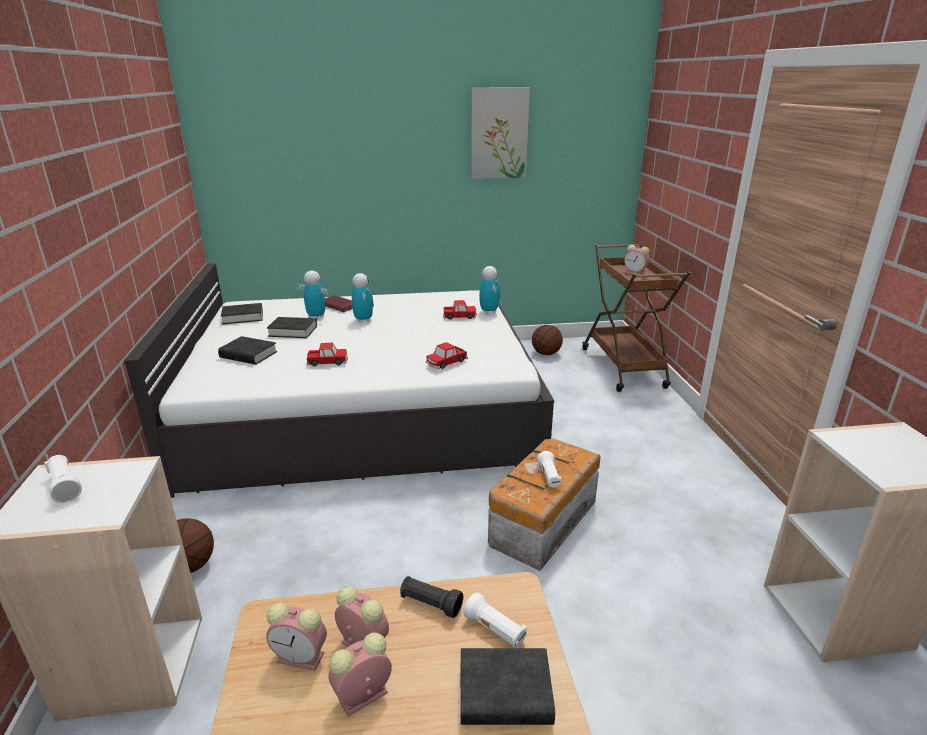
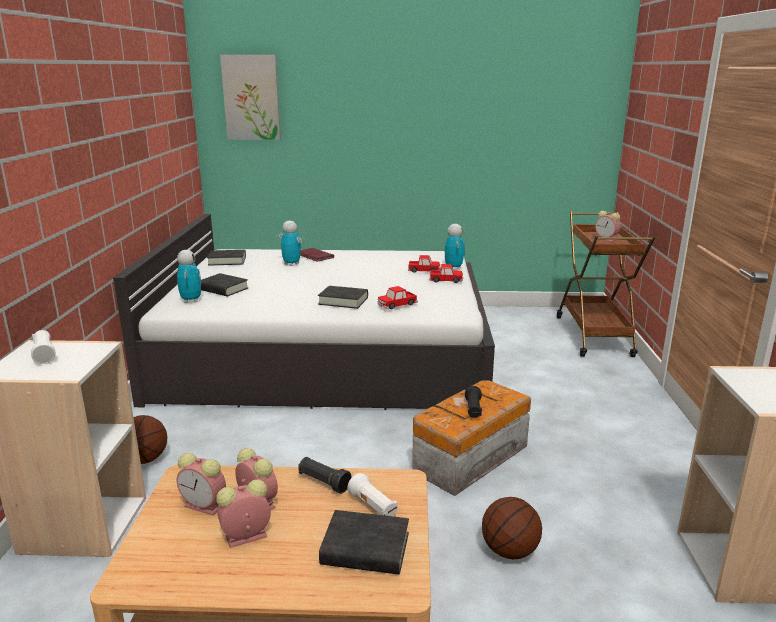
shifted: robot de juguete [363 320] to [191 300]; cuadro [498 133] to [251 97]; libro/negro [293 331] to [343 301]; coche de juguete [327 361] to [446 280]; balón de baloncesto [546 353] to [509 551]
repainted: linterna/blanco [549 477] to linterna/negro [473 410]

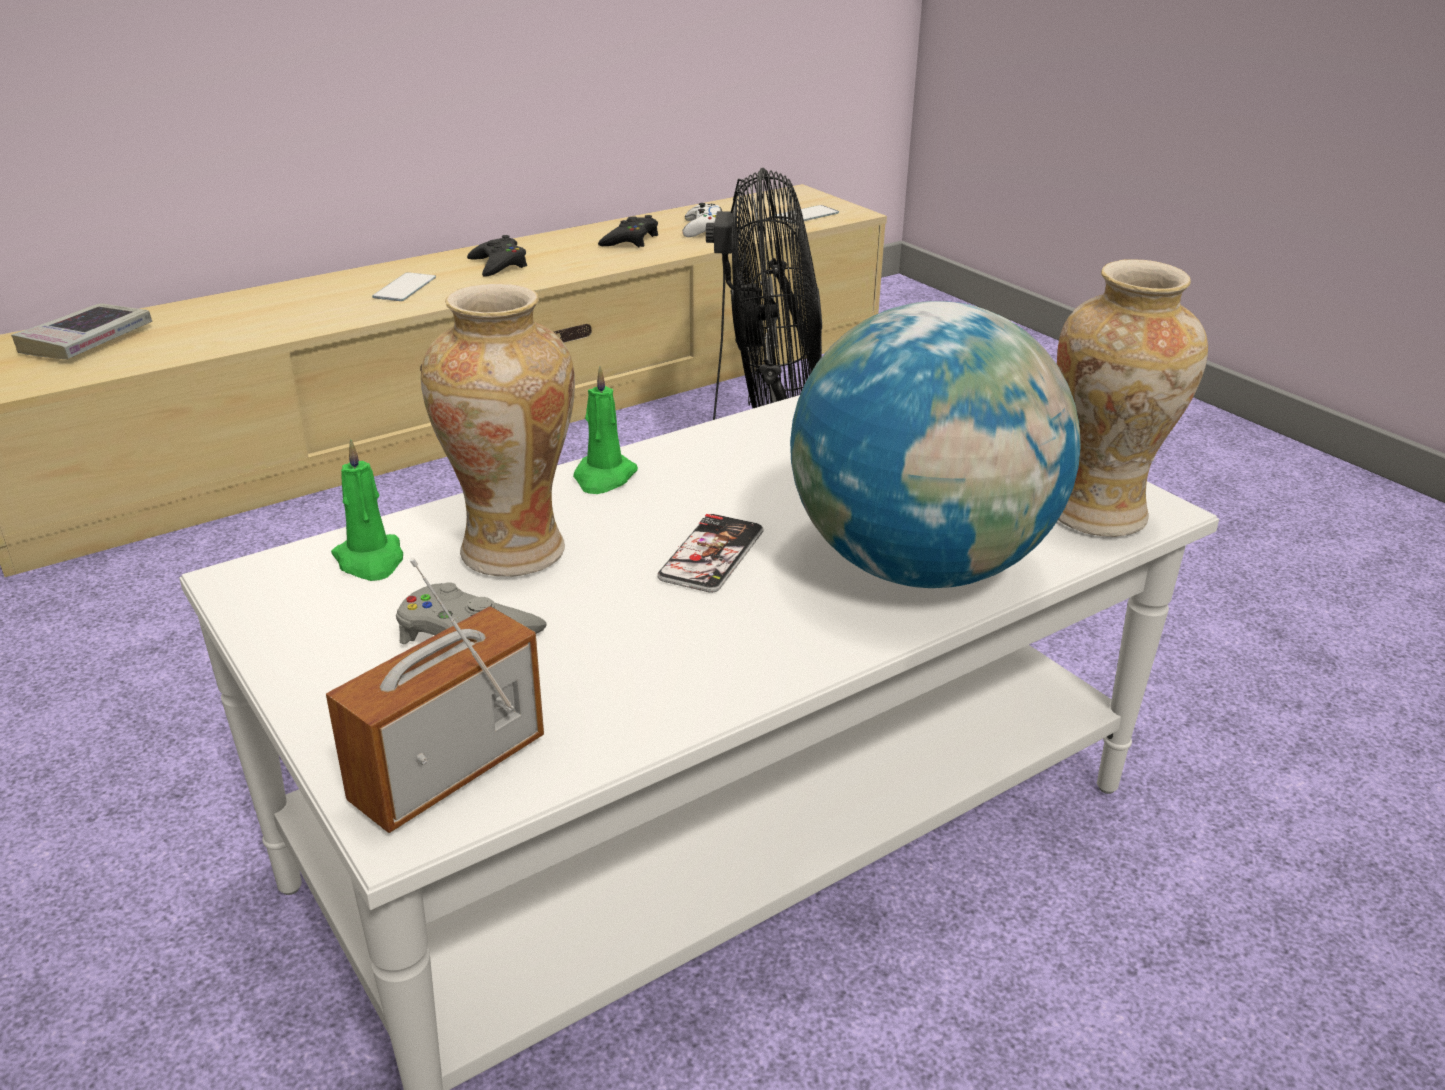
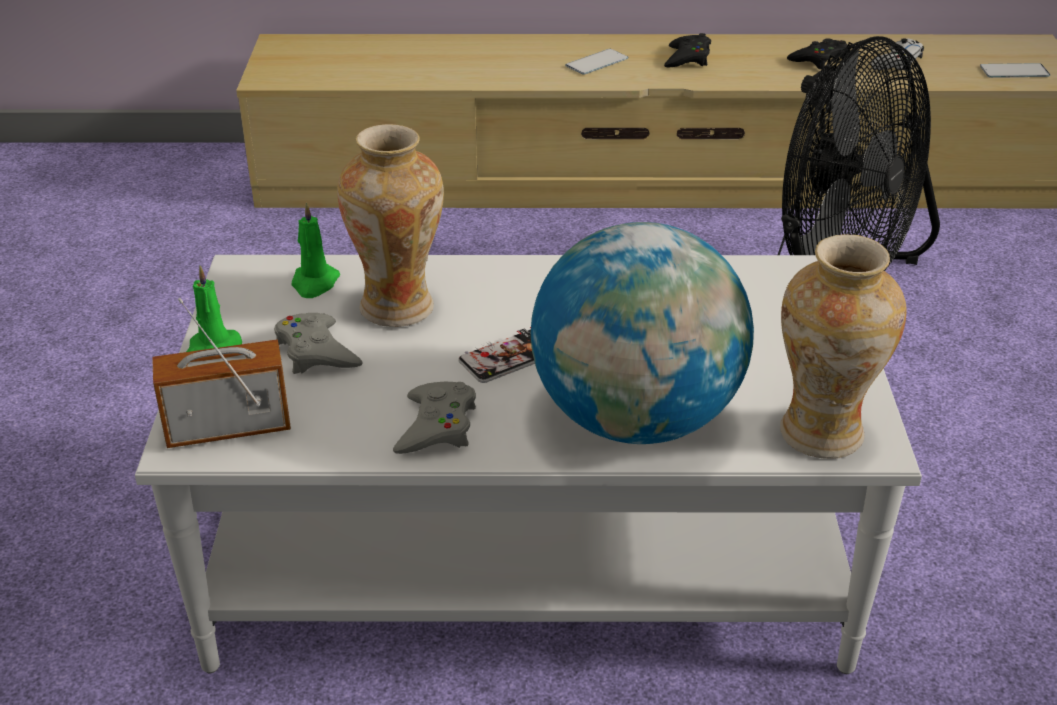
gone: libro [87 340]
new: mando de consola/gris [436 426]
shifted: vela/verde [603 477] to [212 349]

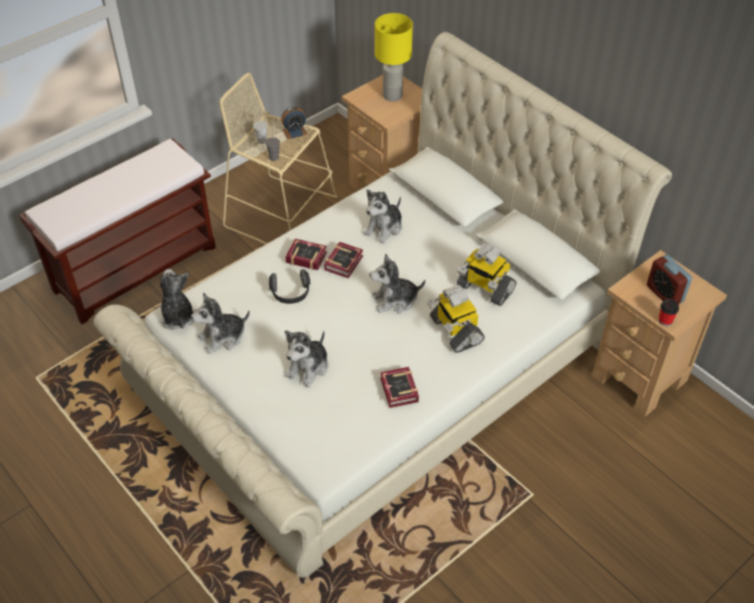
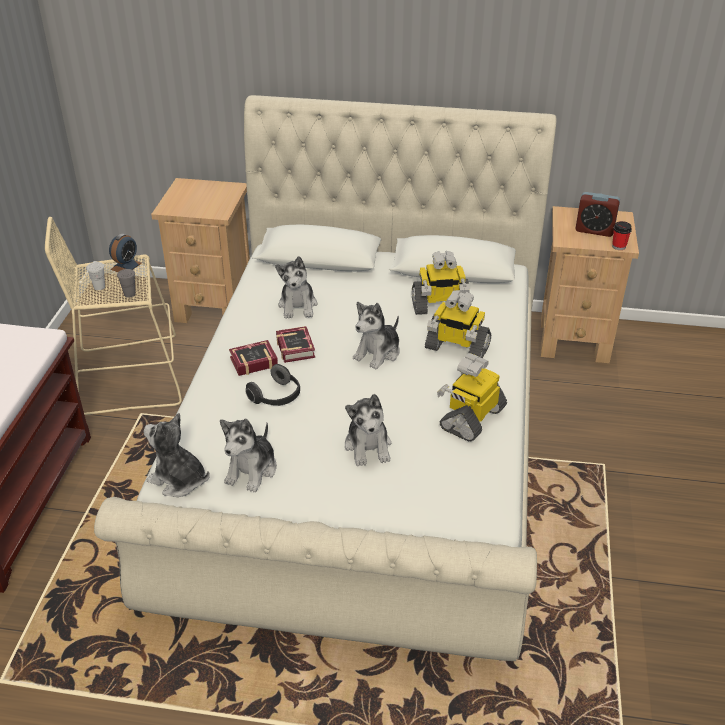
gone: lámpara de mesa/amarillo [392 96]
swapped: libro [398 392] to robot de juguete [471 418]

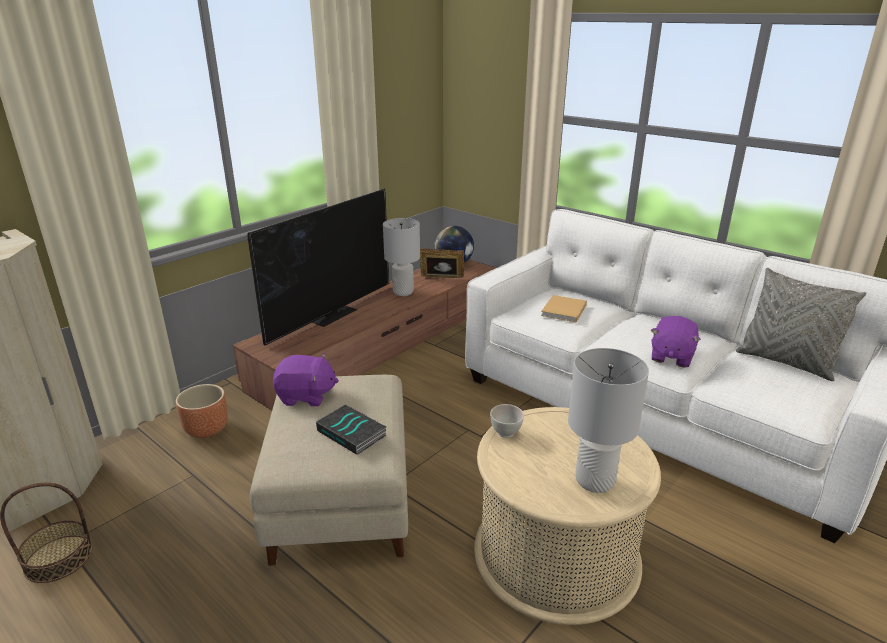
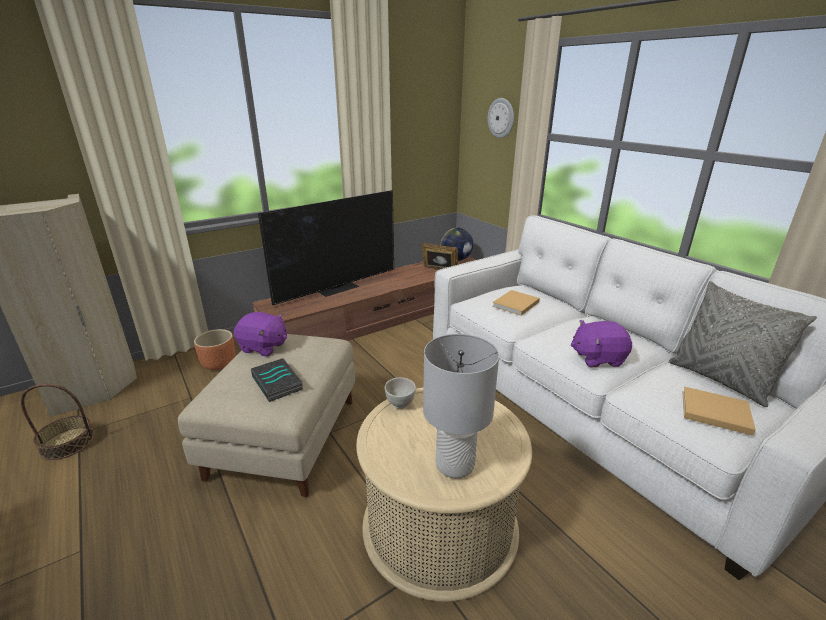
gone: lámpara de mesa/gris [403 294]
new: reloj de pared [501 118]; libro/beis [713 411]
rotated: peluche/morado [671 357] = [597 358] 45 degrees clockwise

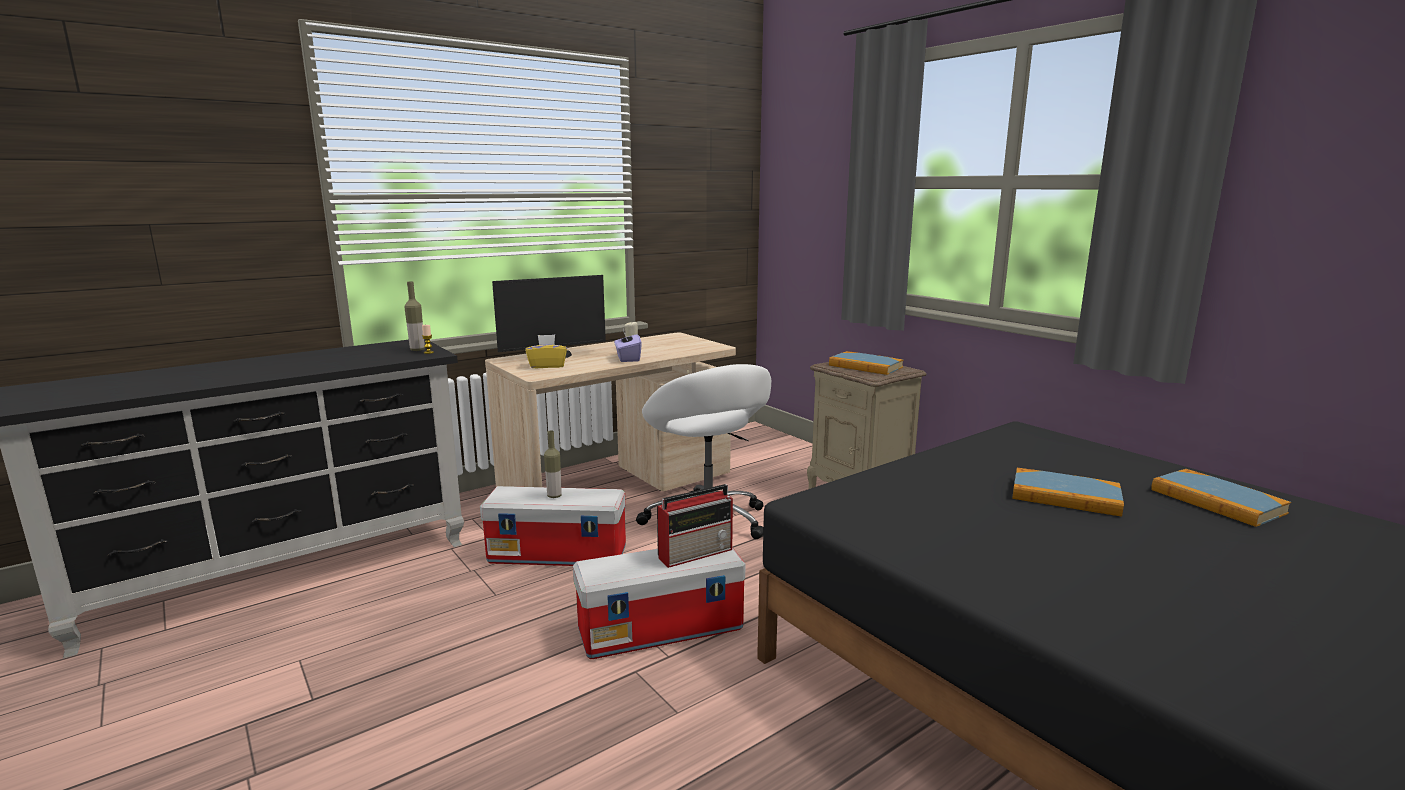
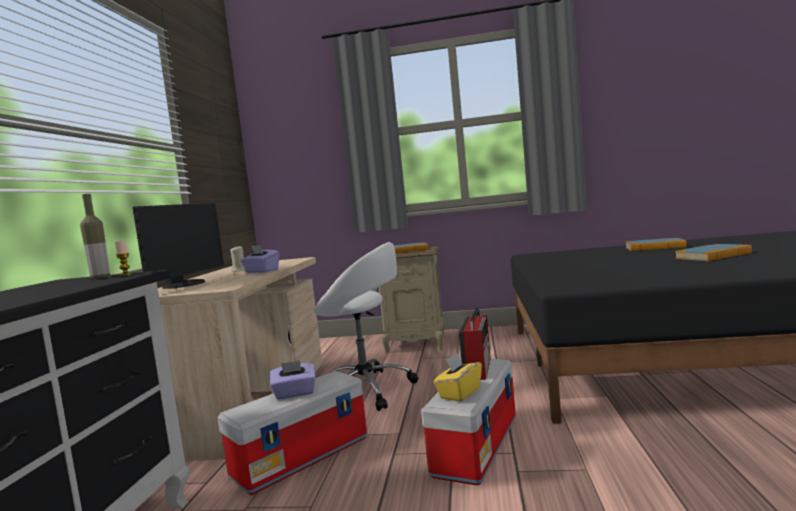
shifted: caja de pañuelos/amarillo [547 365] to [459 393]; libro [1065 496] to [713 255]
swapped: botella [554 496] to caja de pañuelos/morado [295 393]

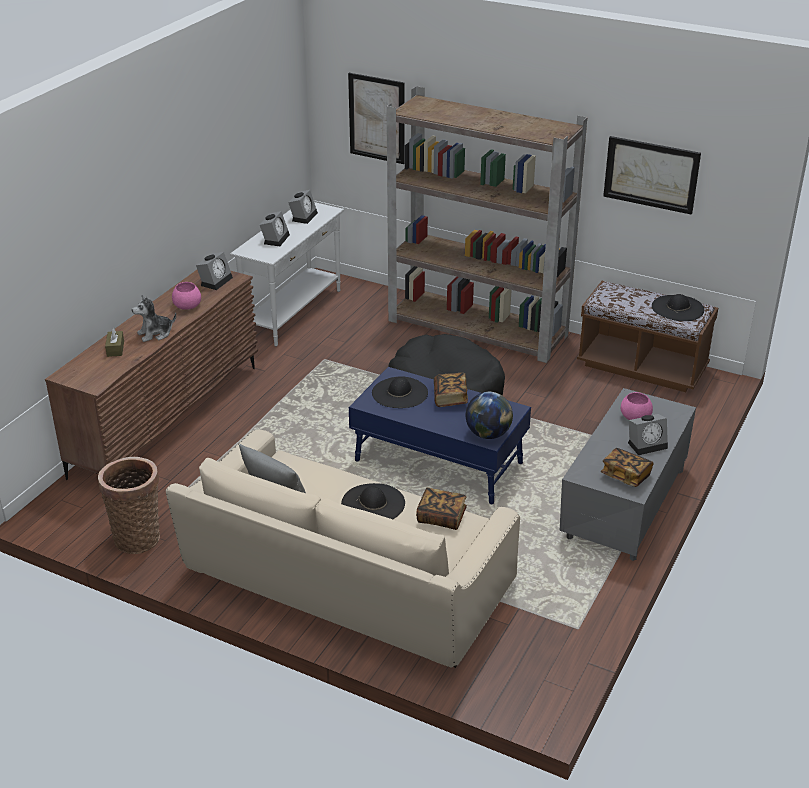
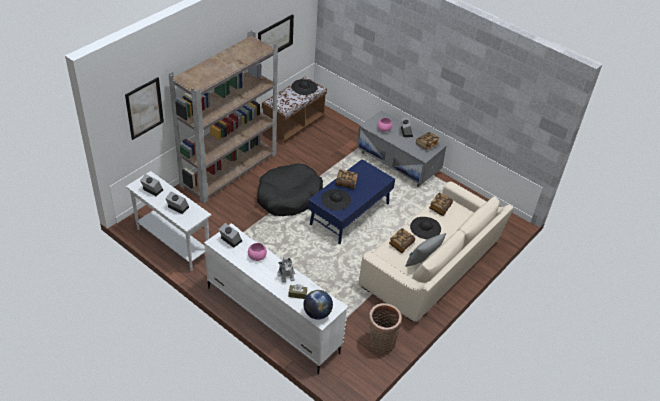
new: libro [401 244]
shifted: globo terráqueo [488 434] to [317 313]
repainted: cómoda/marrón [169 420] to cómoda/blanco [272 319]

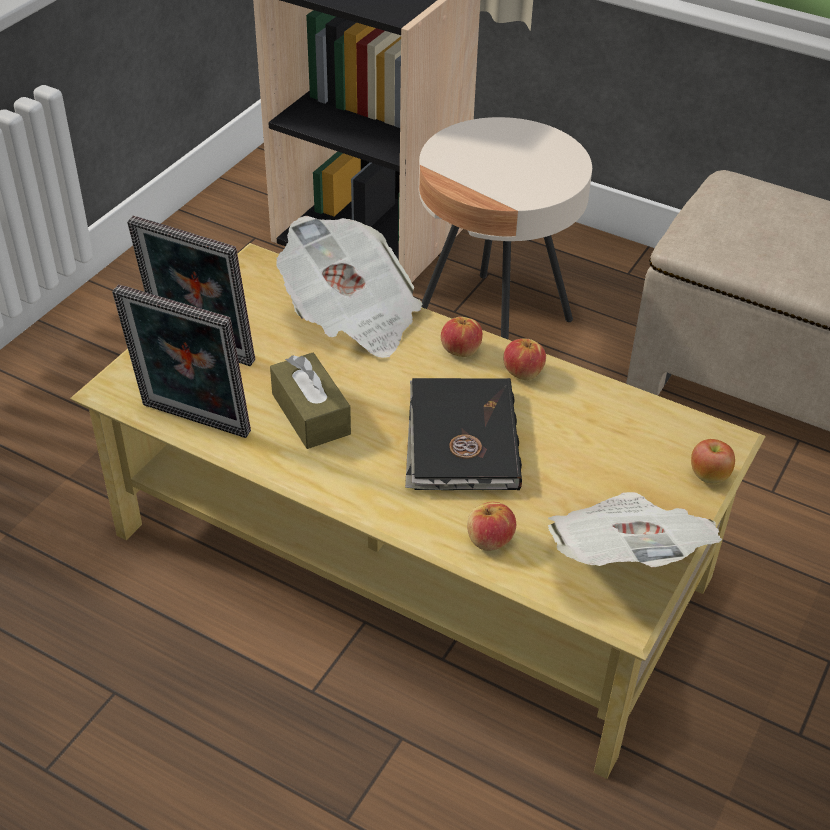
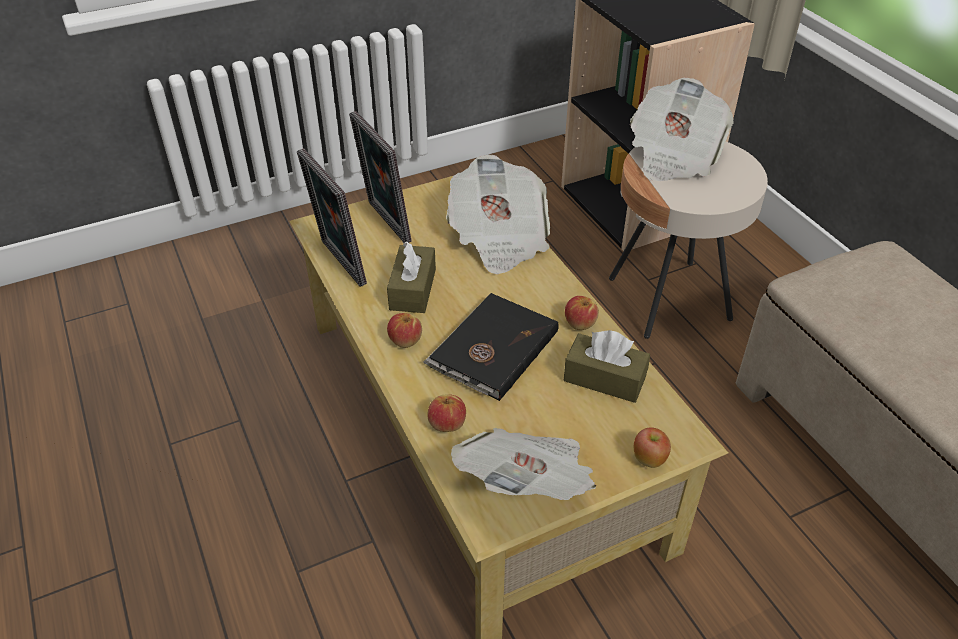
new: caja de pañuelos/marrón [604 378]; periódico [673 155]
shifted: manzana [460 350] to [405 340]

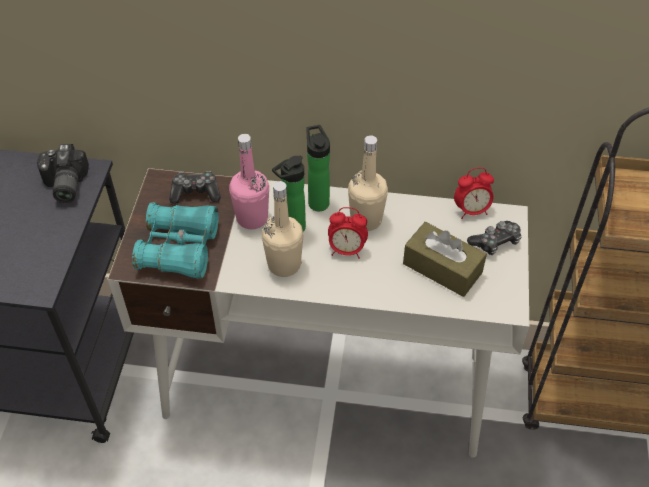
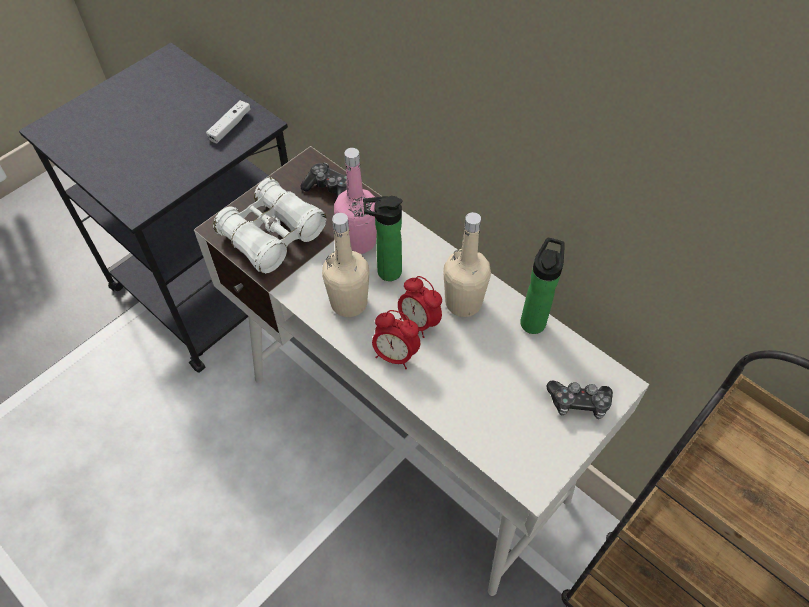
gone: caja de pañuelos/marrón [442 268]
shifted: despertador [471 211] to [395 355]; botella [318 201] to [534 320]
swapped: cámara [63 185] to mando de consola/blanco [230 126]
repainted: prismáticos/turquesa [179 249] to prismáticos/blanco [272 235]

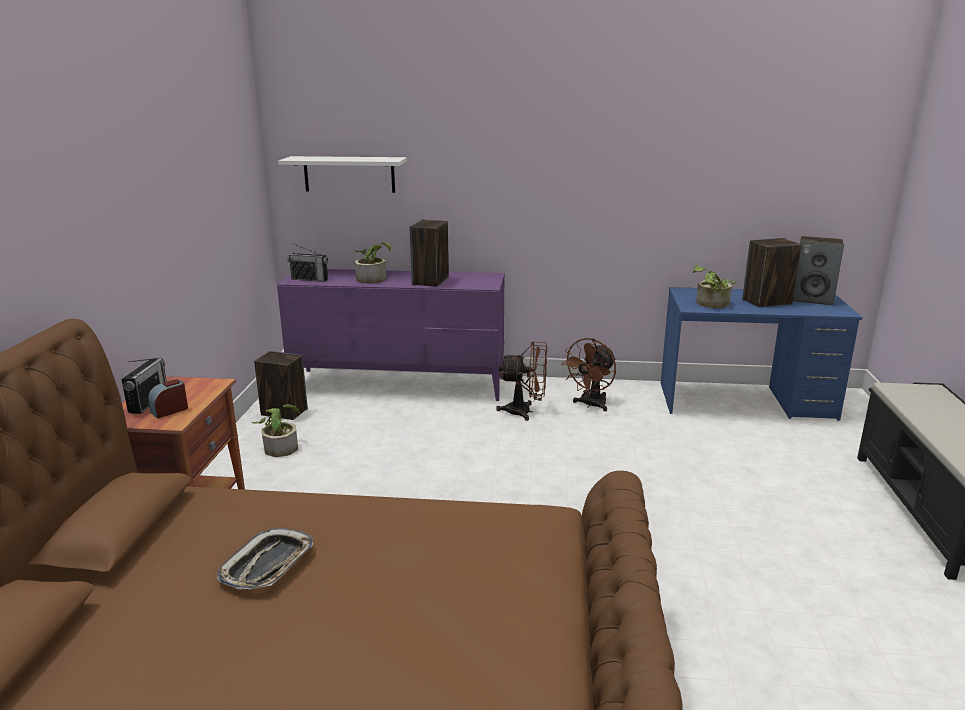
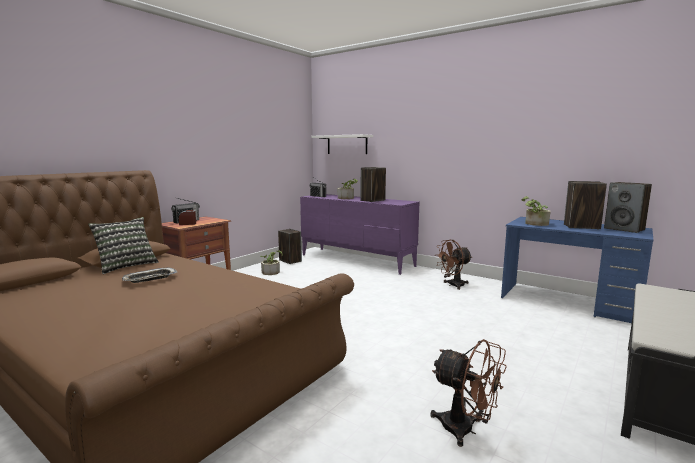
new: cojín [126 266]
shifted: ventilador/marrón [525 412] to [465 430]

